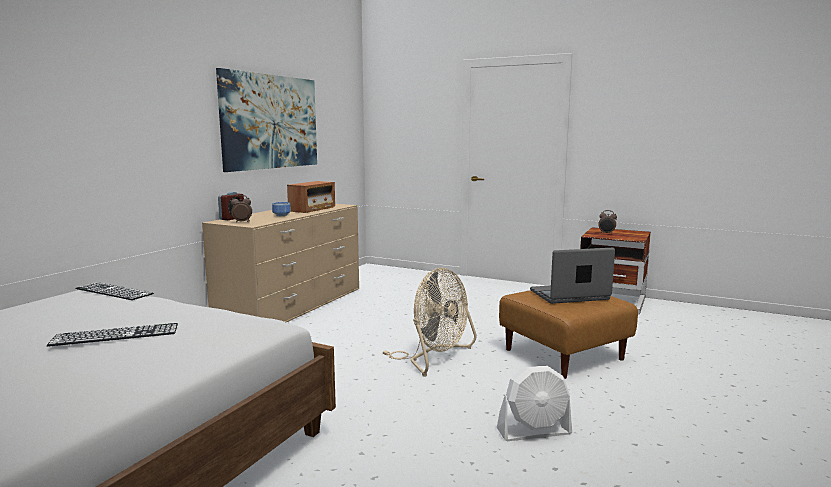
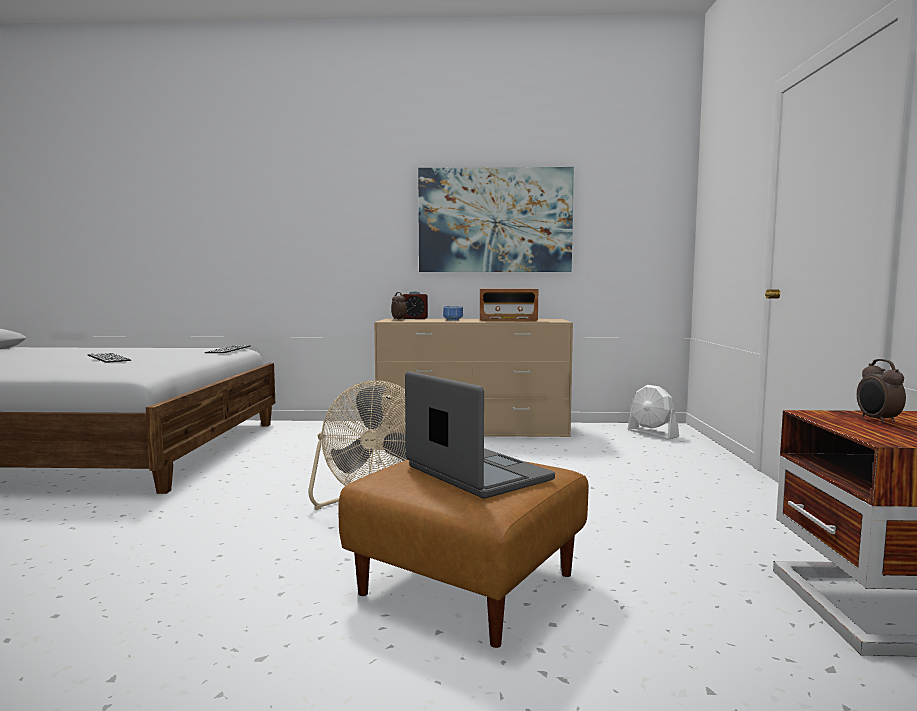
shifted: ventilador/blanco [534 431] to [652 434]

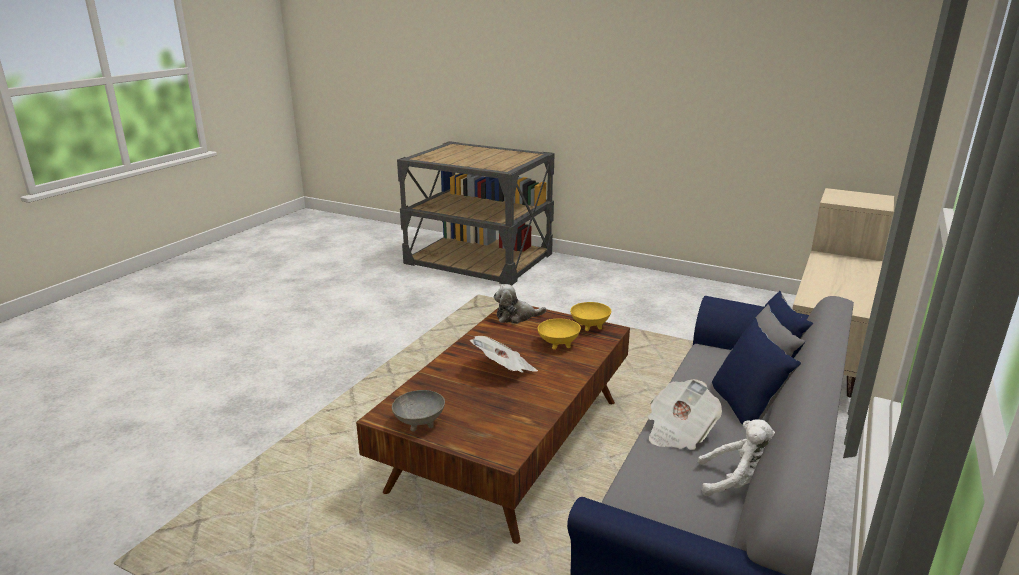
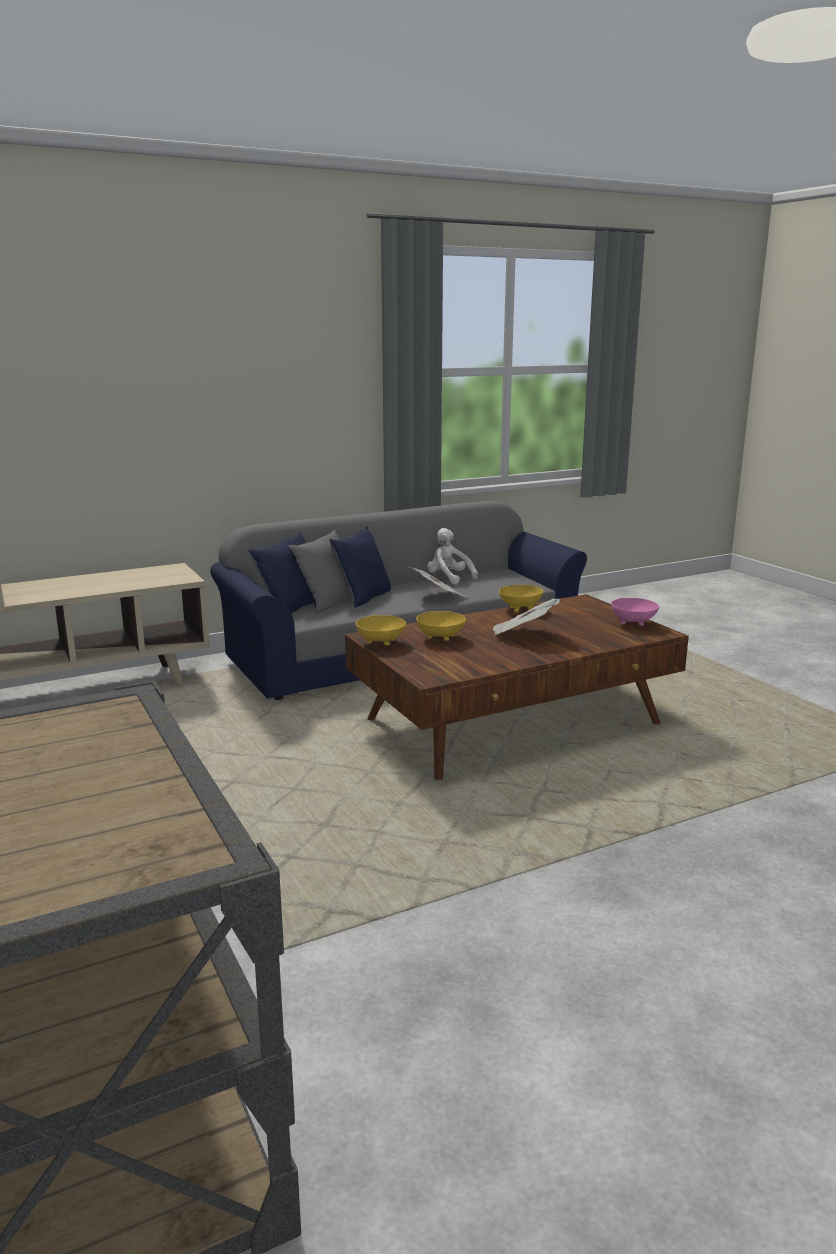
gone: peluche [516 316]
new: cuenco/amarillo [520 608]
repainted: cuenco/gris [420 422] to cuenco/rosa [632 623]

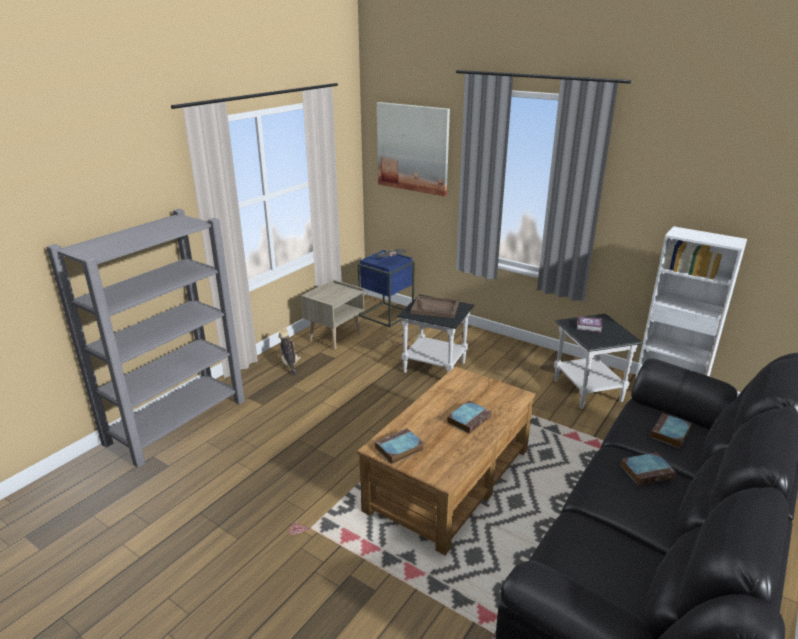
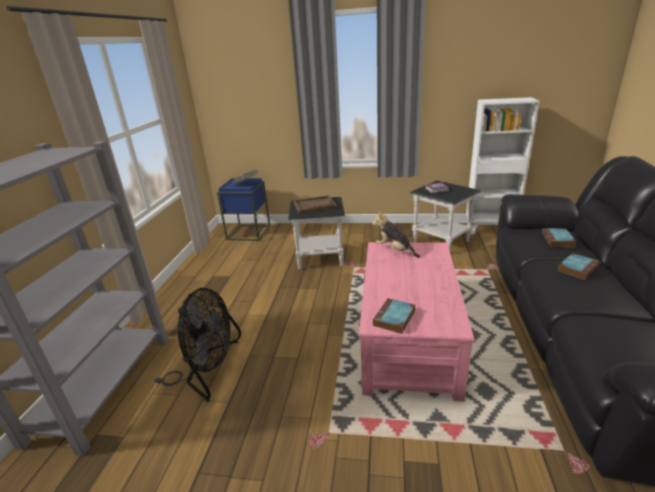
gone: mesita de noche/beis [335 336]; cuadro [413 148]; libro [469 419]
new: ventilador/negro [206 370]
shifted: peluche [289 363] to [395 250]
repainted: mesa de centro/marrón [448 479] to mesa de centro/rosa [407 337]

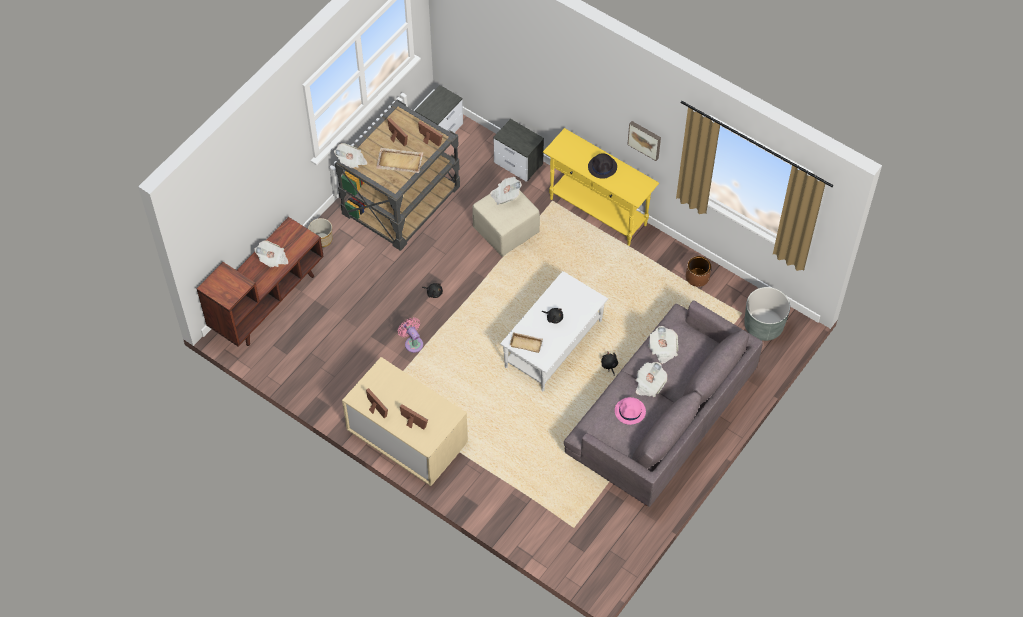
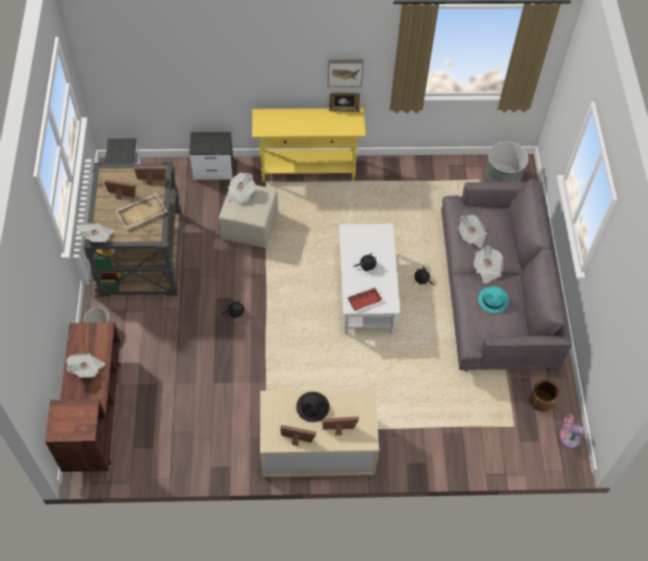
new: portarretratos [344 109]
shifted: sombrero/negro [602 167] to [313 407]; maceta/marrón [697 277] to [541 400]; ventilador/rosa [413 343] to [567 438]
repainted: bandeja/beis [526 343] to bandeja/rojo [364 300]; sombrero/rosa [630 411] to sombrero/turquesa [493 300]

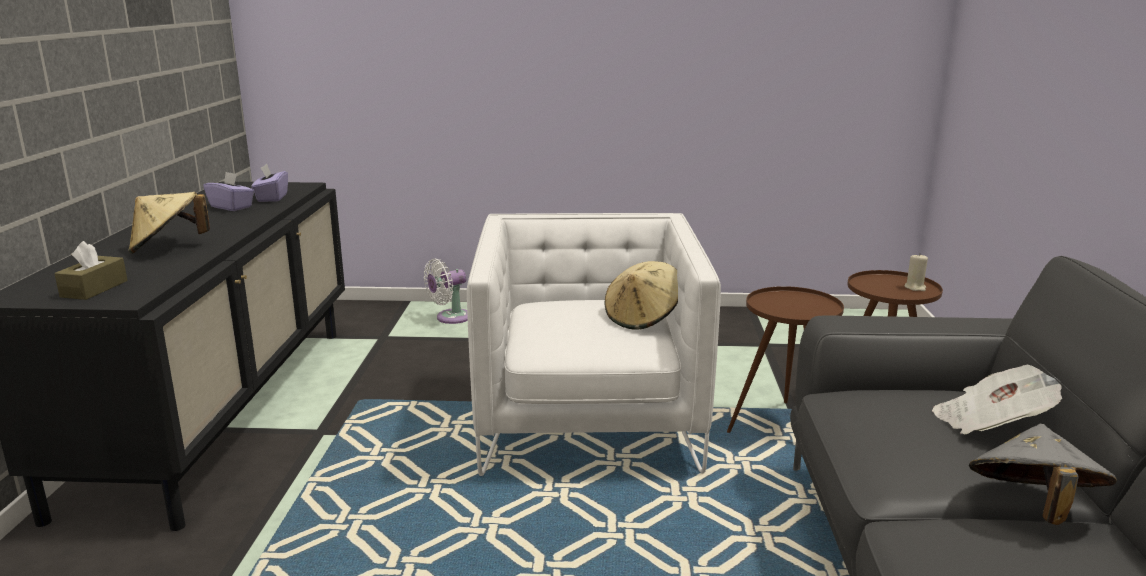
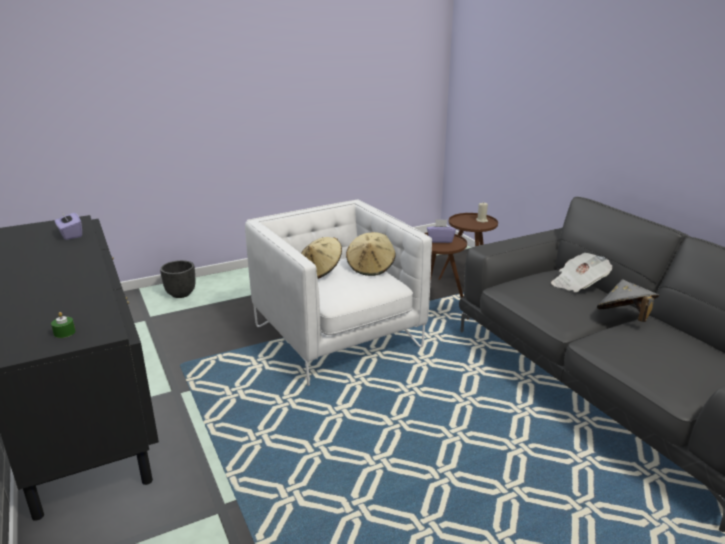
shifted: sombrero/beis [168 248] to [320 272]; caja de pañuelos/morado [231 207] to [440 240]
swapped: caja de pañuelos/marrón [94 289] to vela/verde [64 332]; ventilador/blanco [450 318] to maceta/negro [181 294]

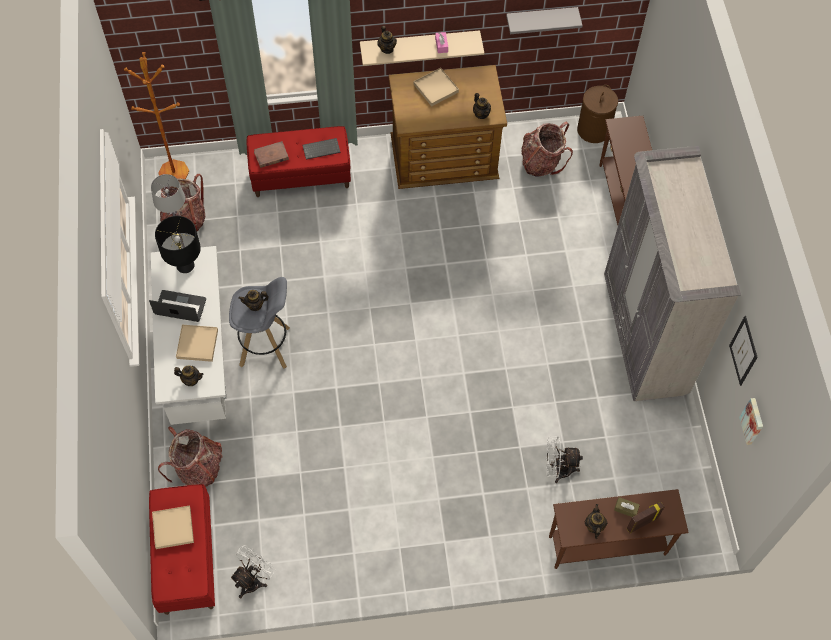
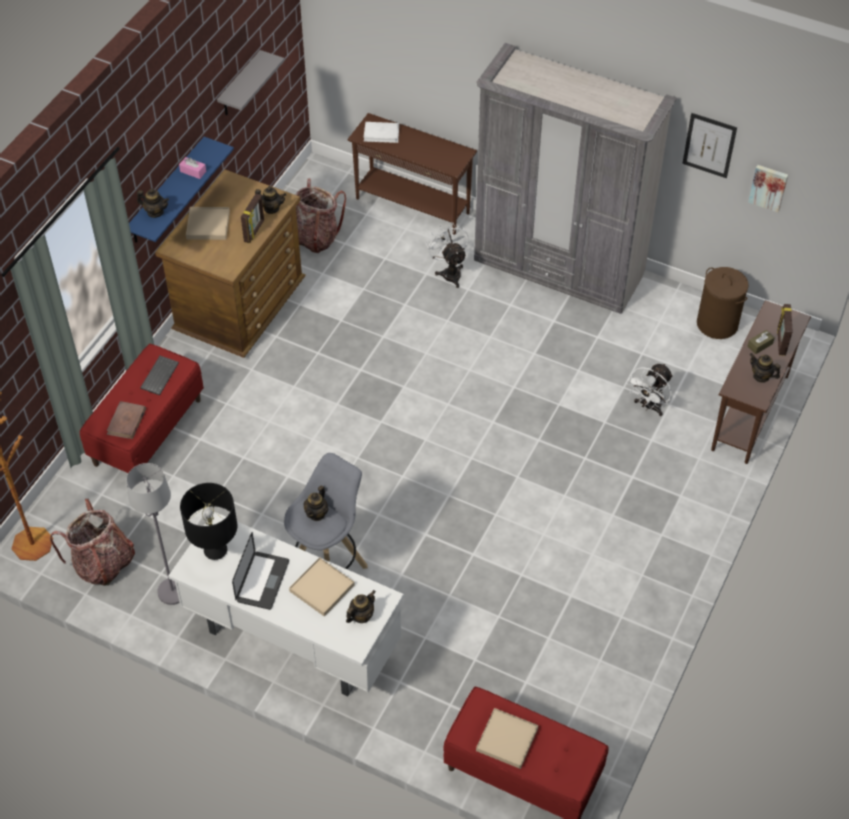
gone: mochila [198 468]
new: portarretratos [254 231]; libro/blanco [381 134]
shifted: ventilador/blanco [253 579] to [449 272]; cesto de la ropa/marrón [593 130] to [717 324]
repainted: estante/beis [419 44] to estante/azul [166 192]
rotated: portátil [180 307] = [262 581] 150 degrees clockwise

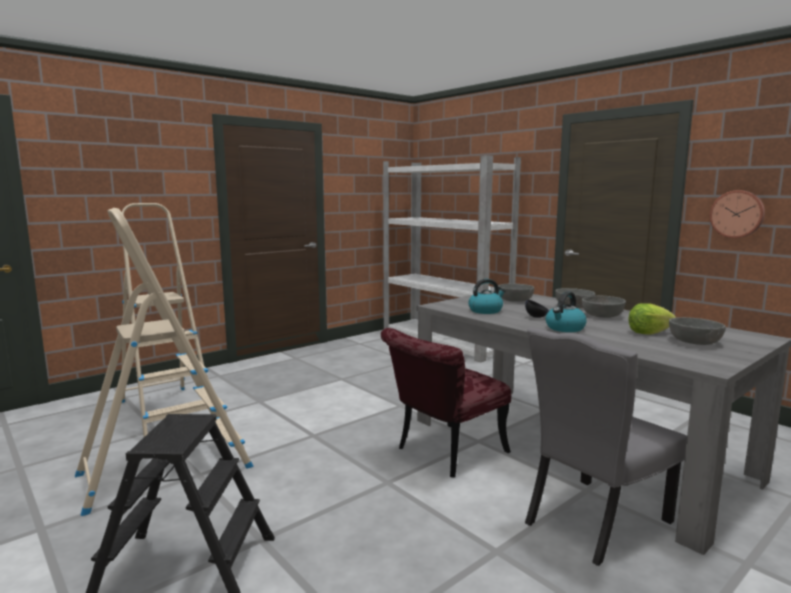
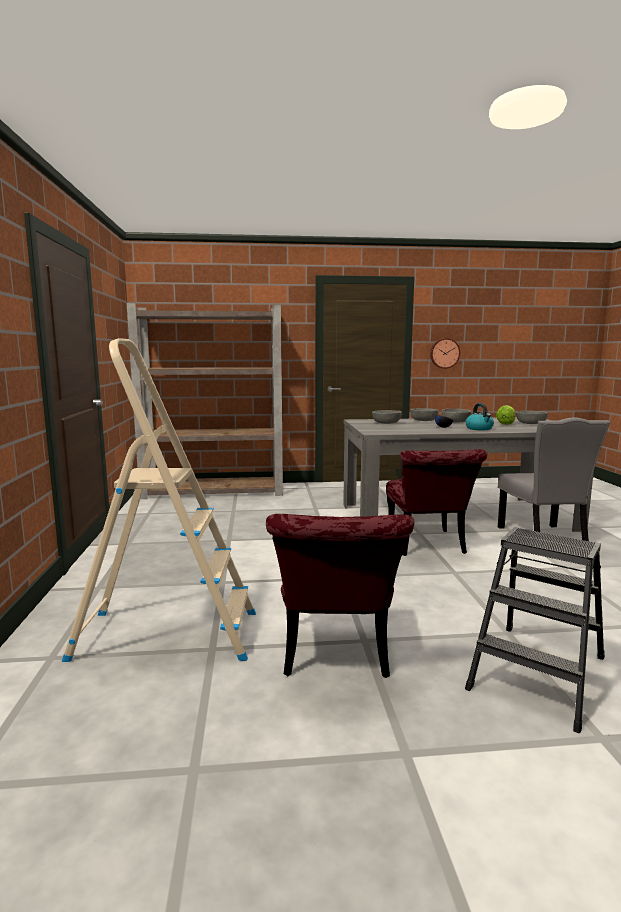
gone: hervidor [486 310]
swapped: escalera de tijera/beis [167 470] to silla/rojo [336 656]
repainted: estantería/blanco [444 341] to estantería/marrón [214 491]

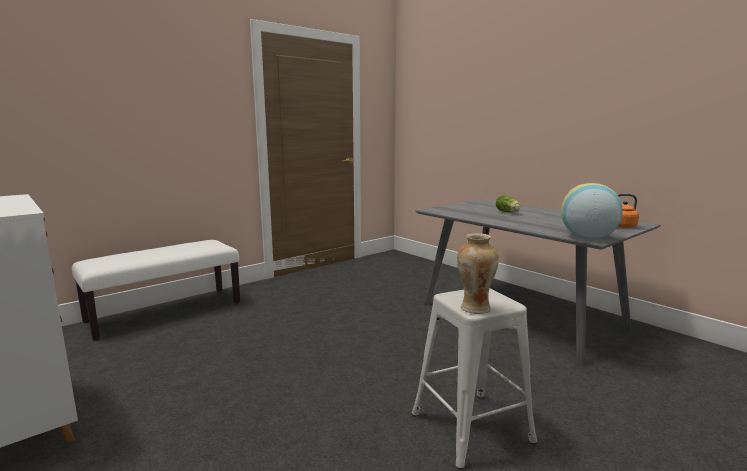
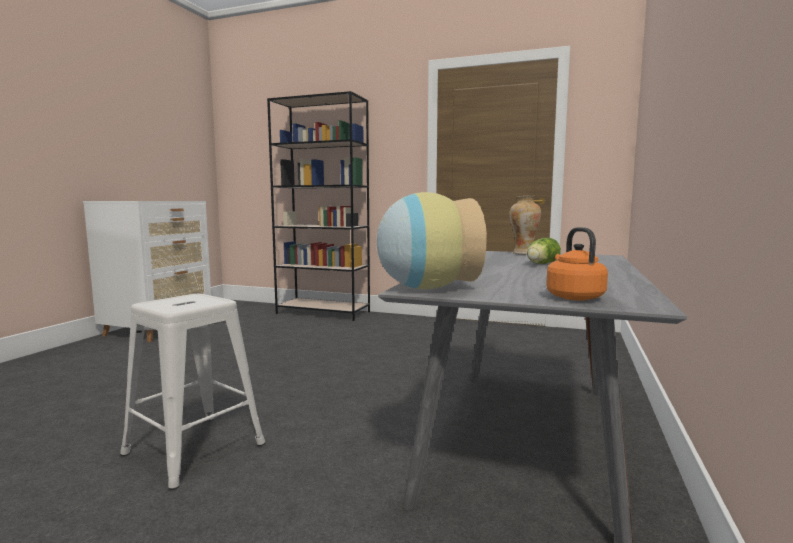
shifted: florero [474 309] to [523 253]
swapped: banco/blanco [165 311] to estantería/beis [324 312]

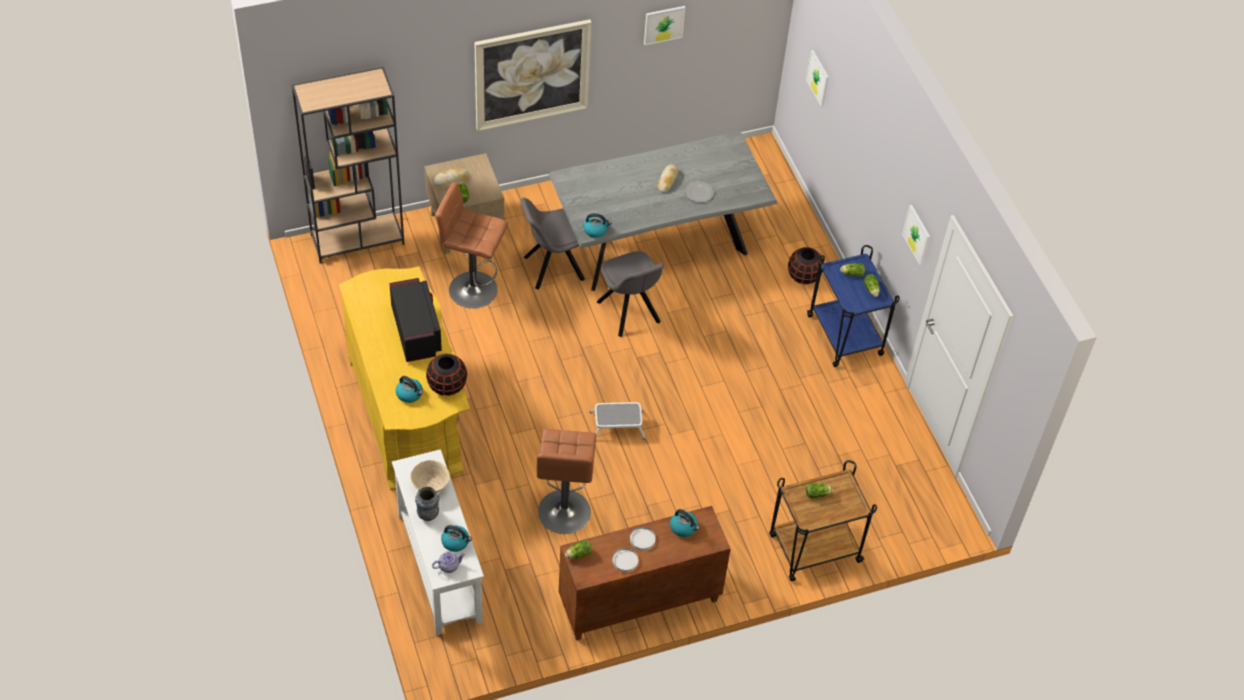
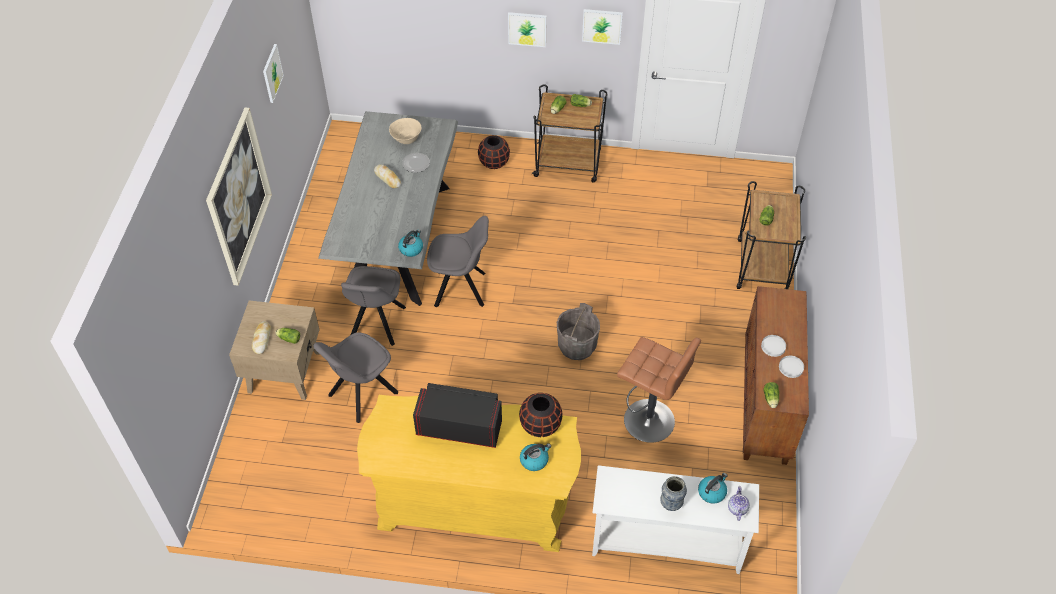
gone: estantería [358 239]; hervidor [684 527]
shifted: cuenco/beis [430 486] to [406 139]; cuadro [818 78] to [527 29]
swapped: taburete/marrón [473 289] to silla/gris [362 394]; escalera de tijera/gris [617 425] to cubo/gris [577 346]
repainted: carrito/azul [845 336] to carrito/marrón [568 163]

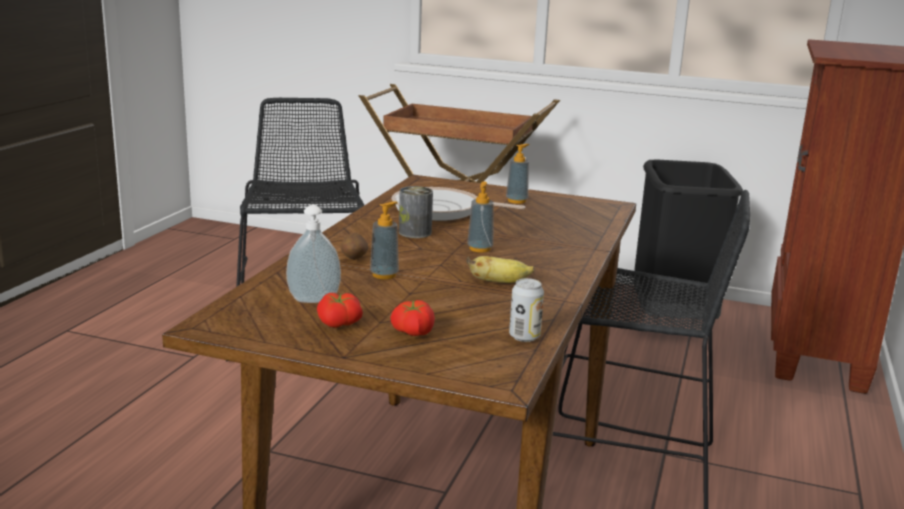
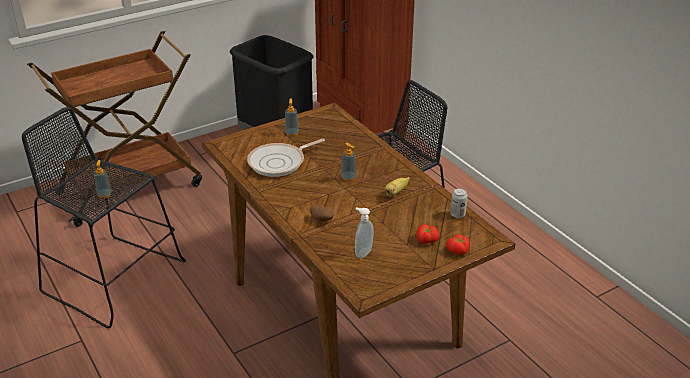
gone: lata [415 232]
shifted: dispensador de jabón [384 275] to [104 195]; tomate [338 324] to [458 251]

